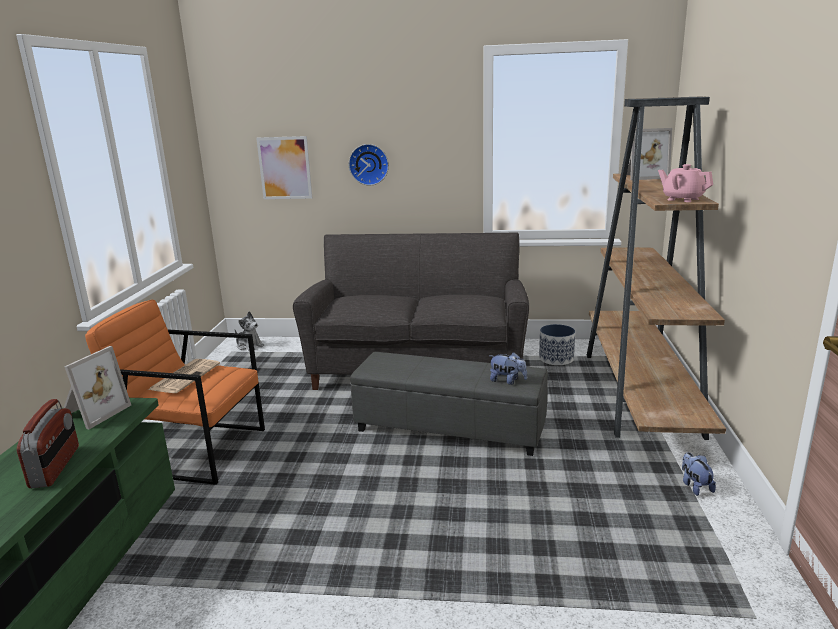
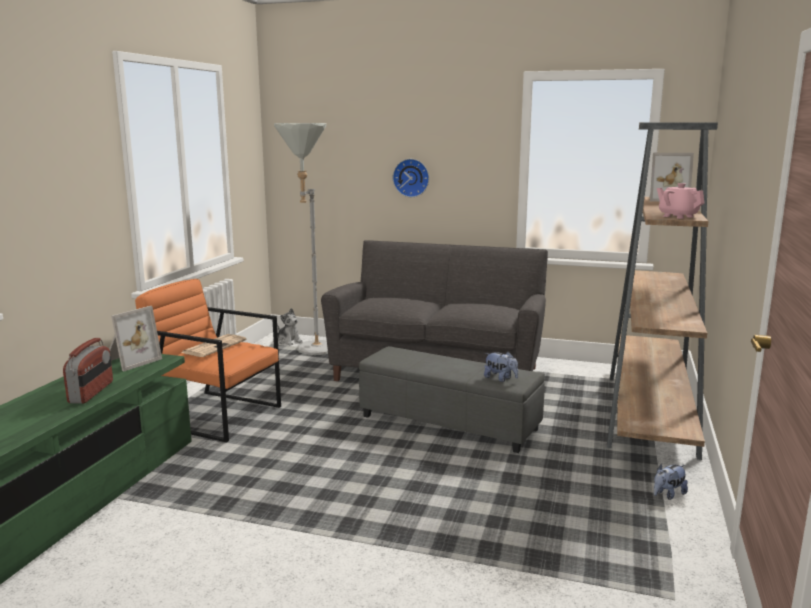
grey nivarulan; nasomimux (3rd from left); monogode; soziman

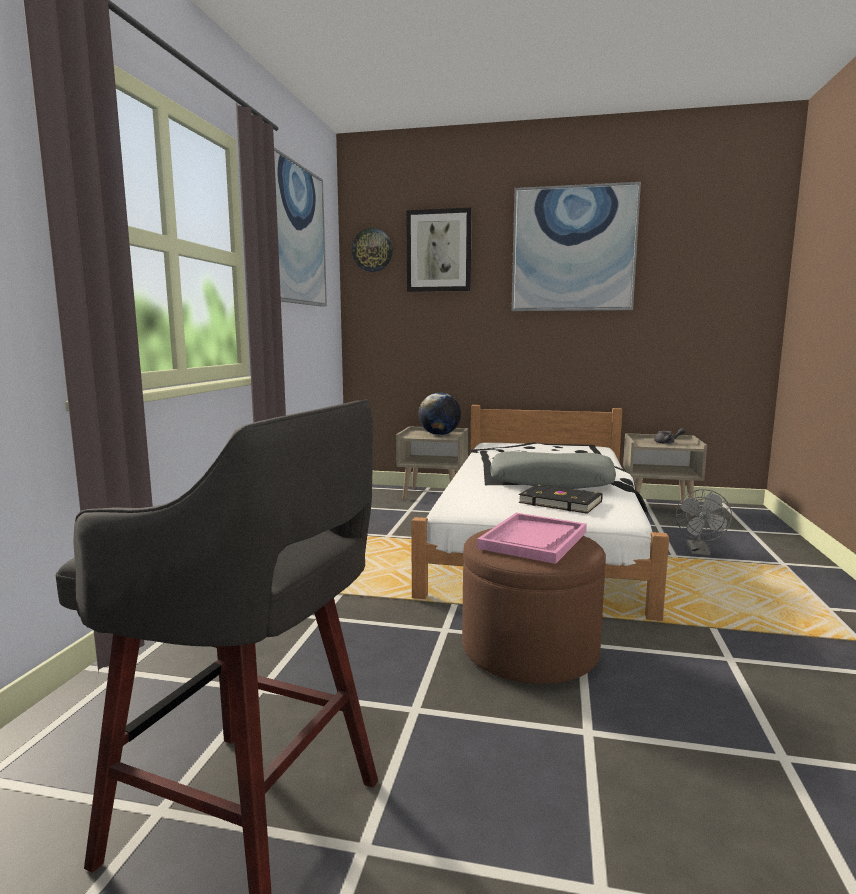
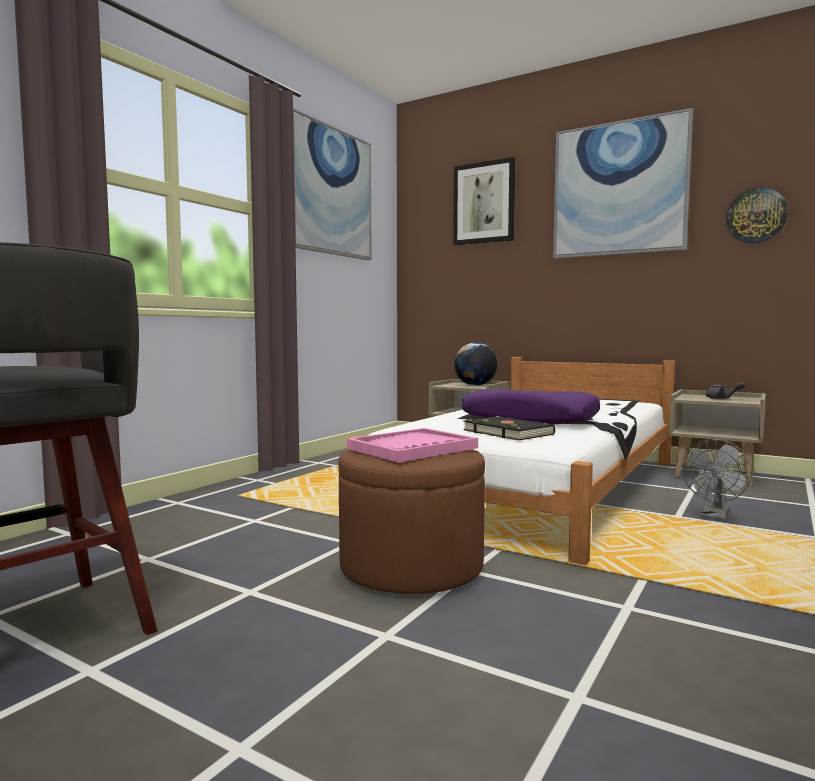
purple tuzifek; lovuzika

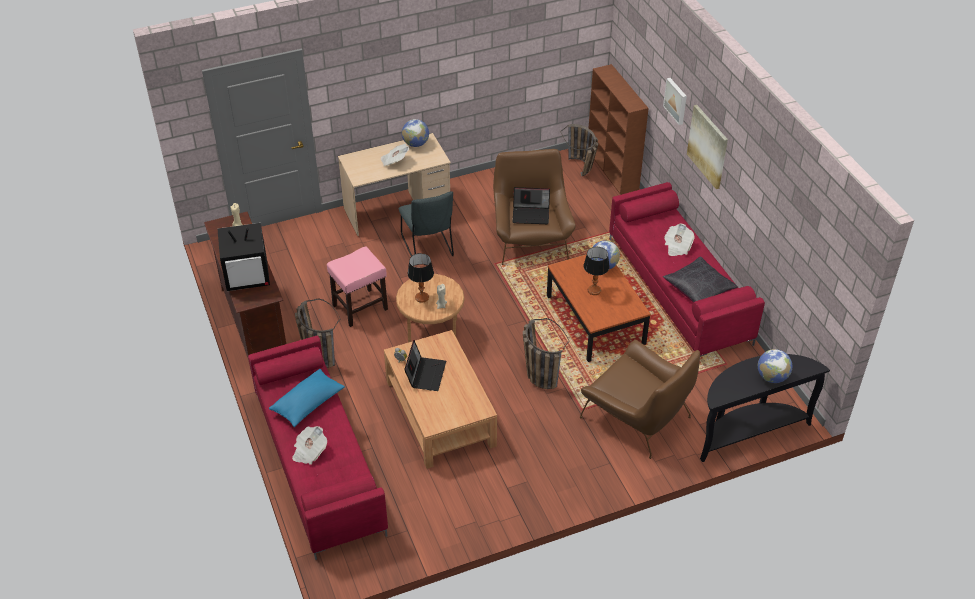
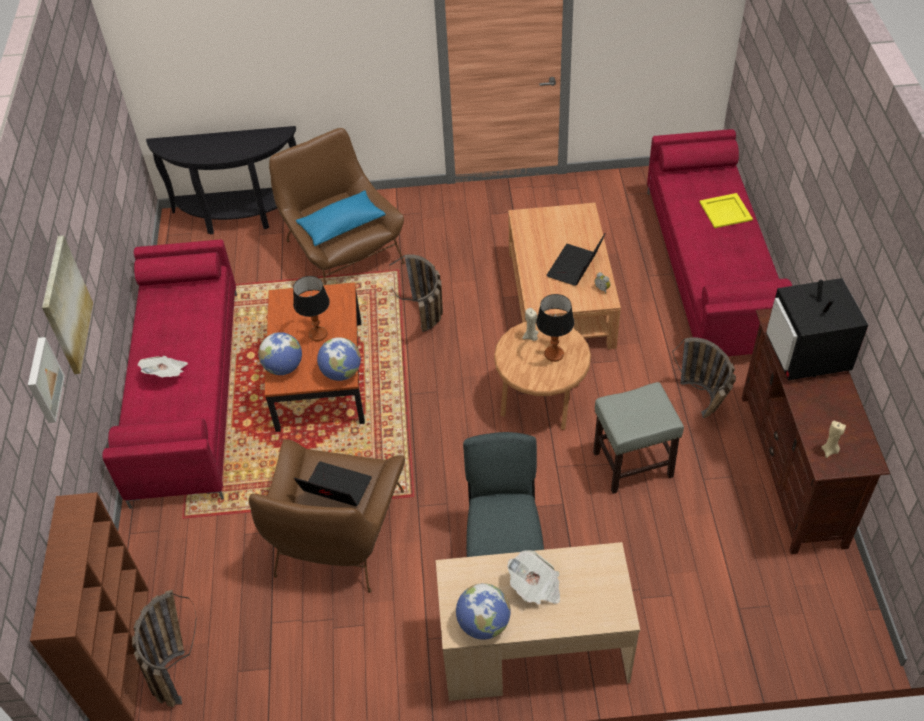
blue tuzifek; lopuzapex (2nd from left); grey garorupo; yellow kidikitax; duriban; black tuzifek

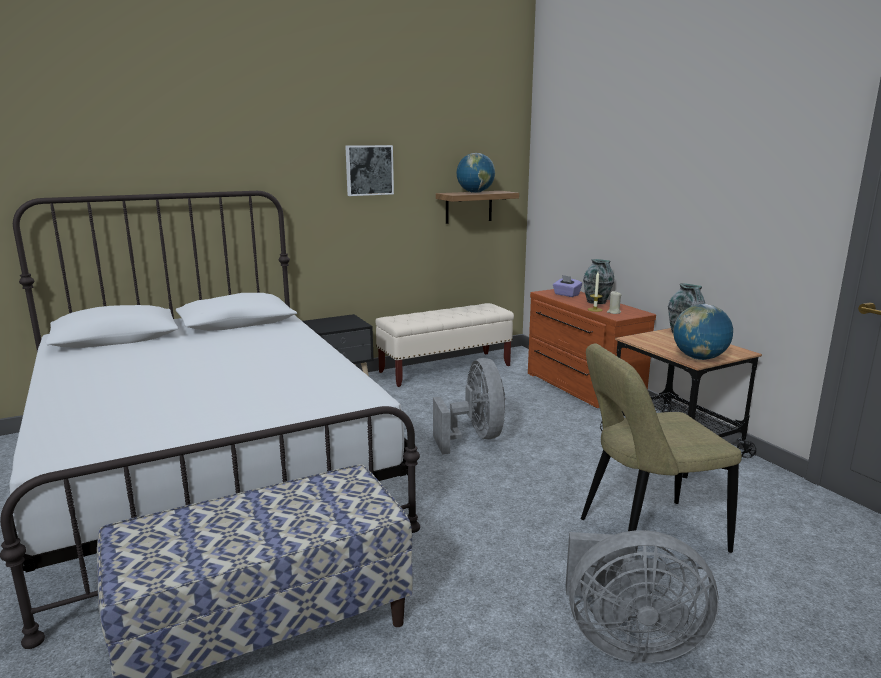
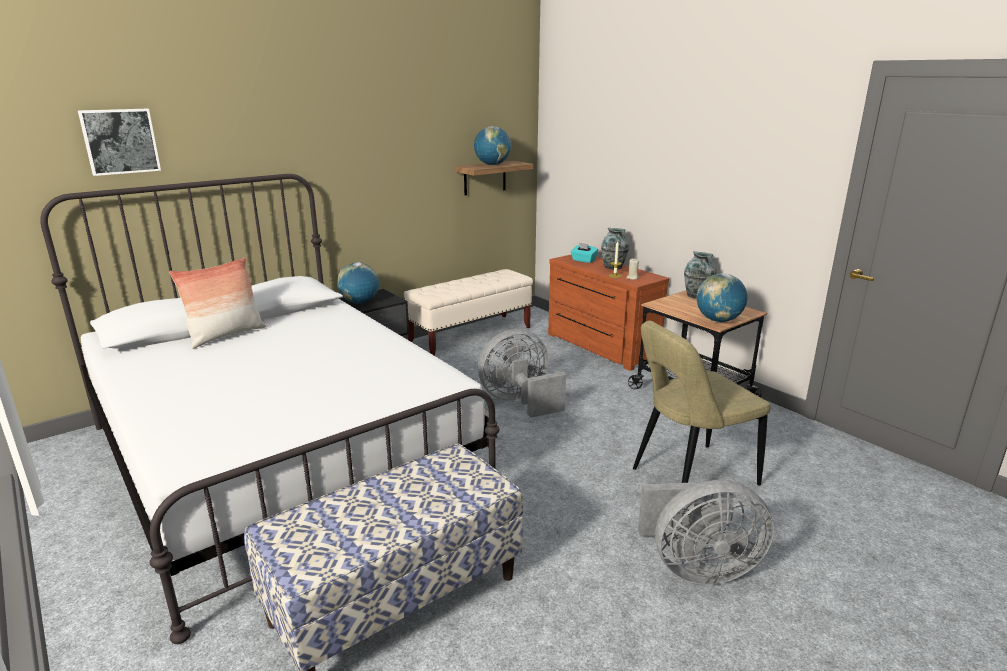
monogode; tuzifek; lopuzapex (1st from left); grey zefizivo (1st from left); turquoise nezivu

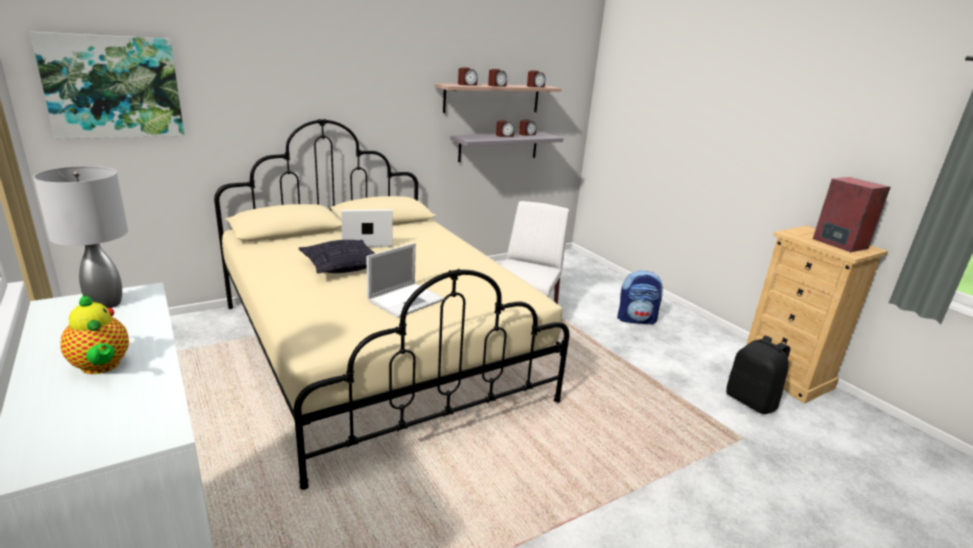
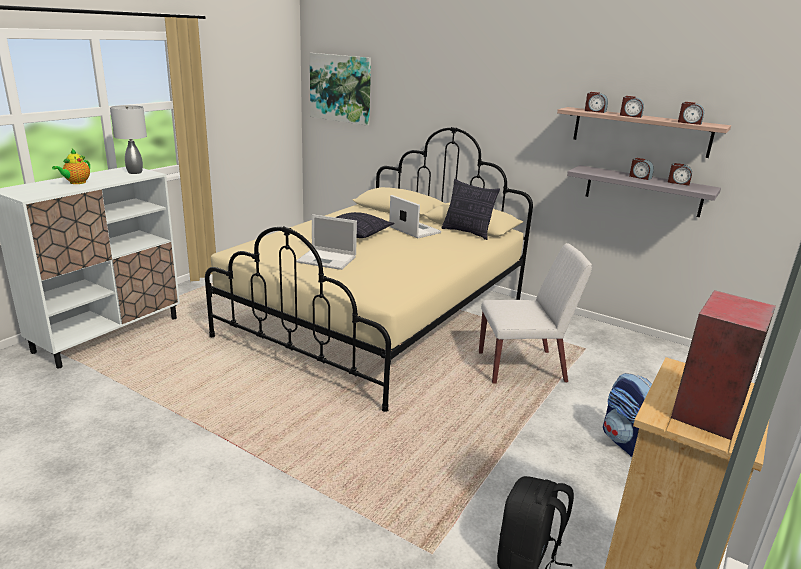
tuzifek (2nd from left)

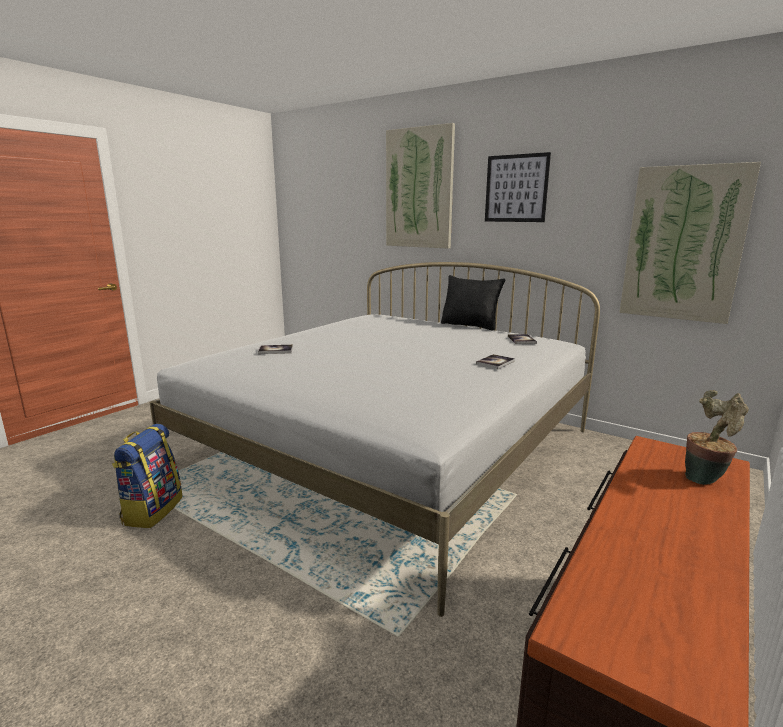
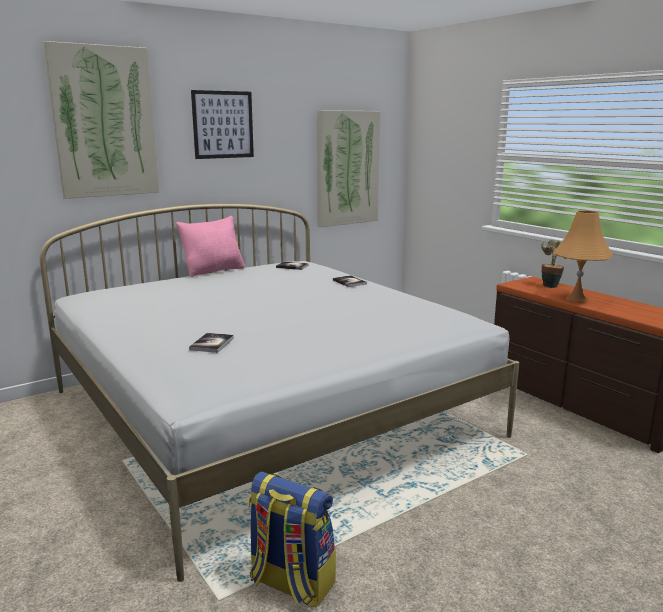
pink tuzifek; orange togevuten

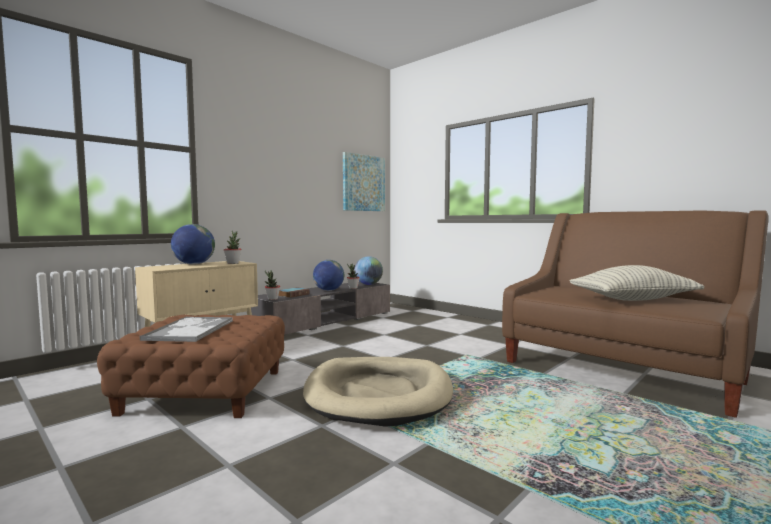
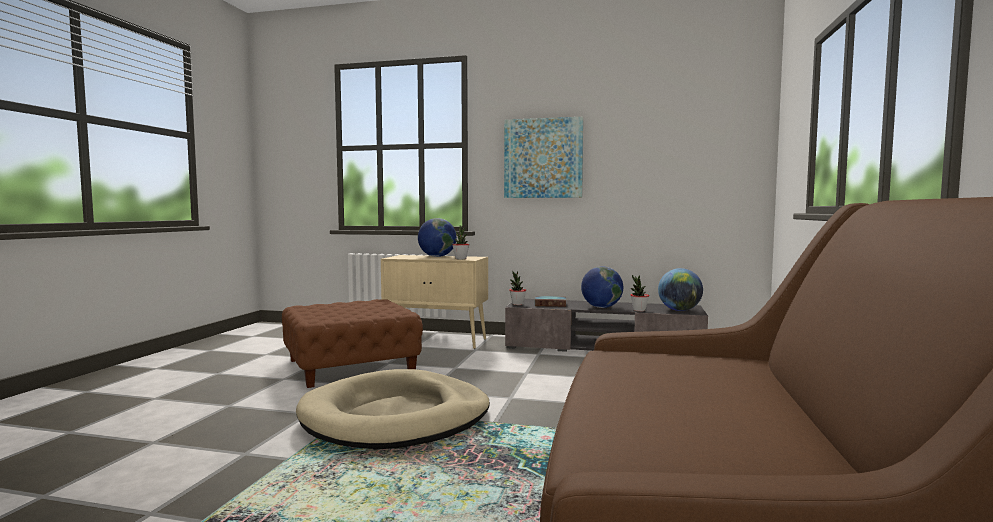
monogode; kidikitax; tuzifek

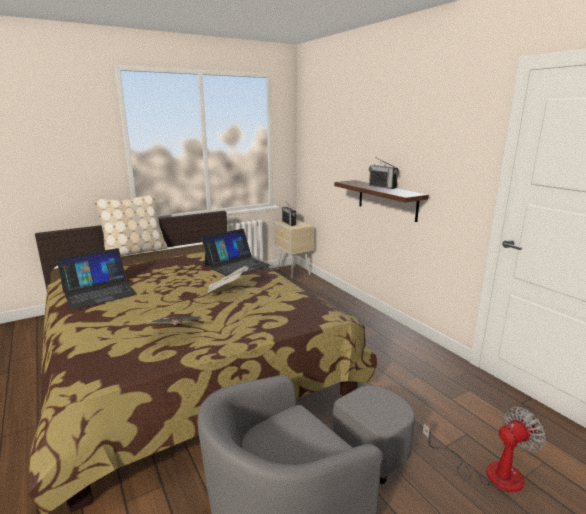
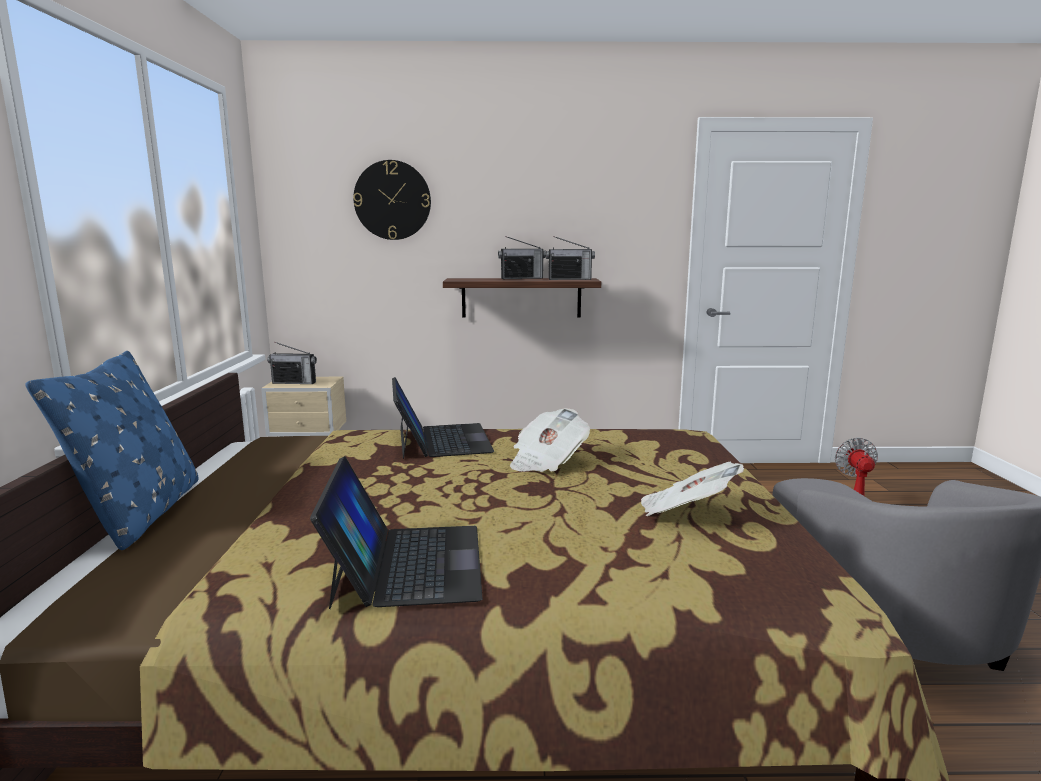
blue tuzifek; lovuzika; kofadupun (3rd from left)

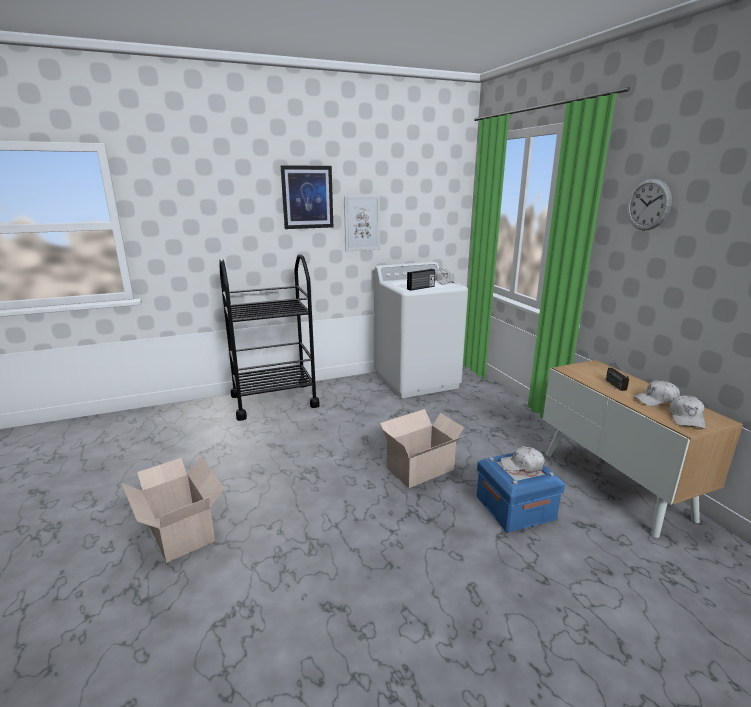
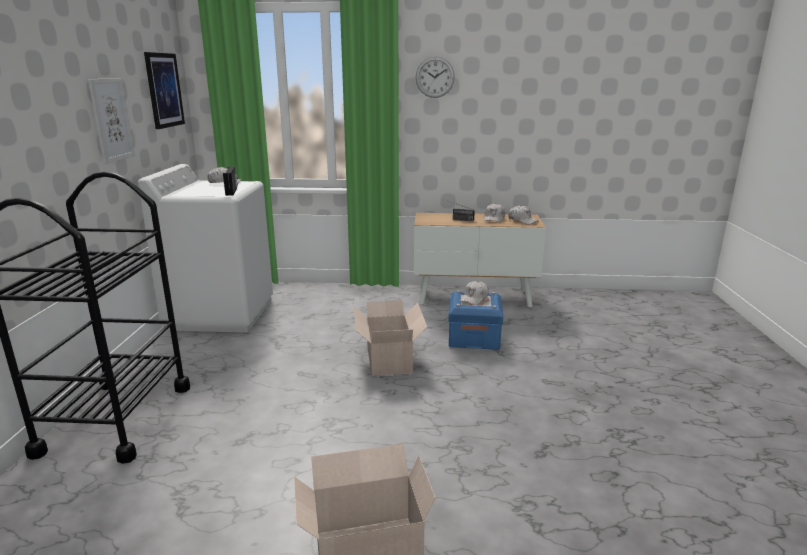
monogode (2nd from left)

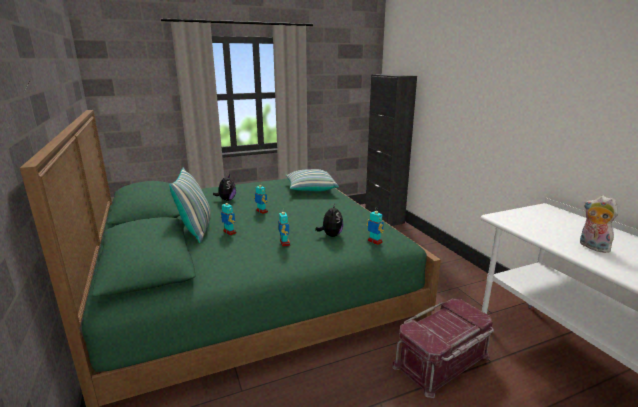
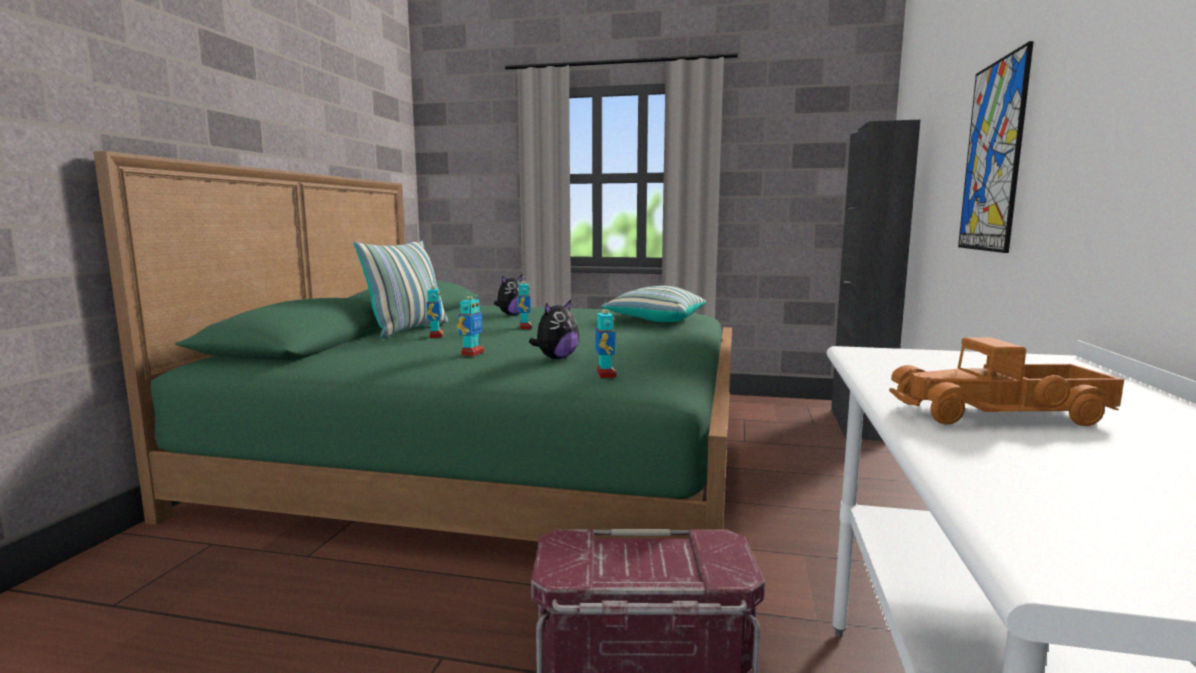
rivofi; monogode

